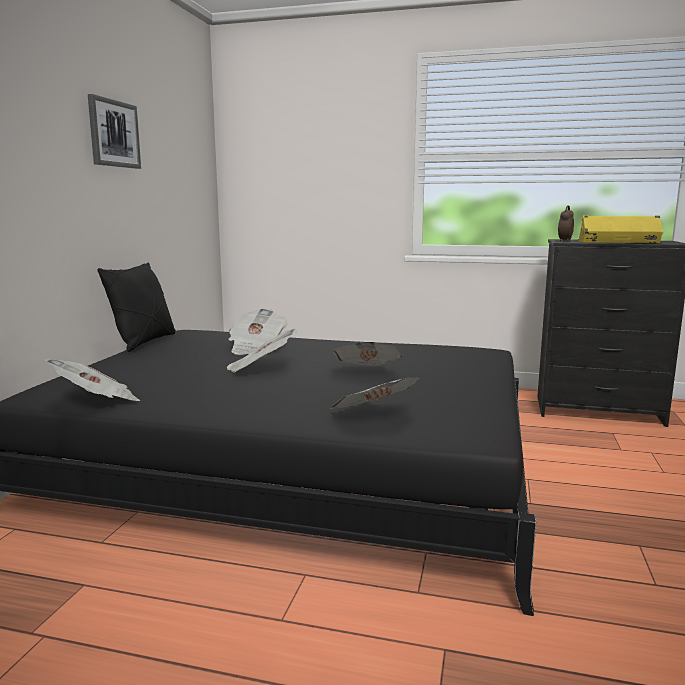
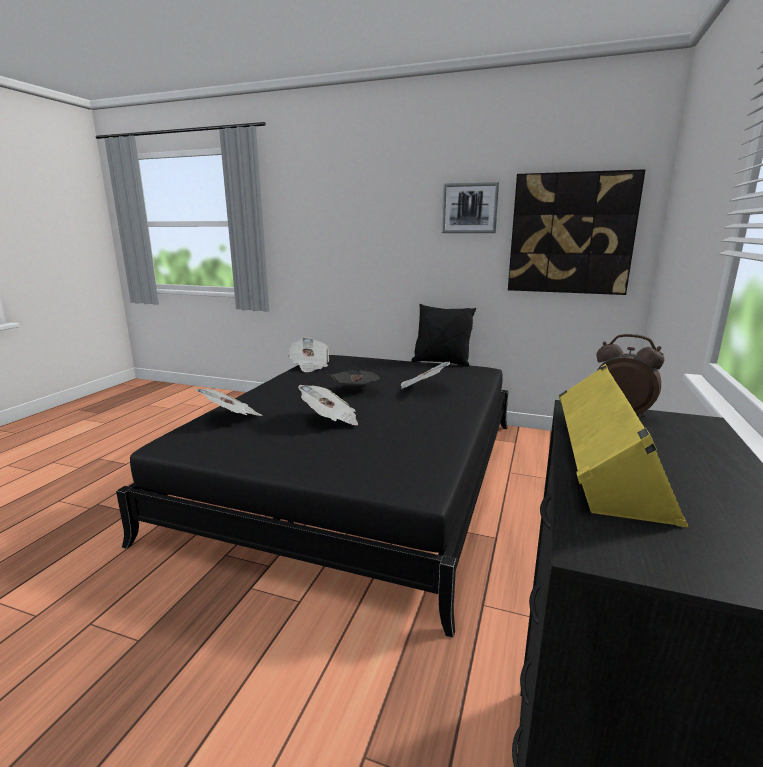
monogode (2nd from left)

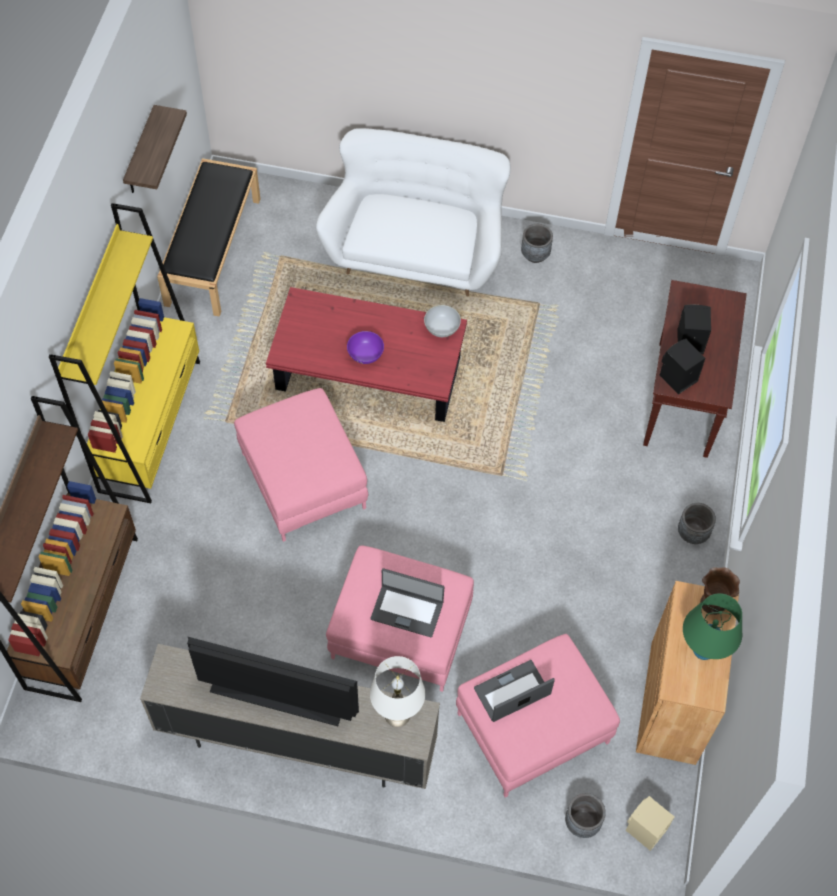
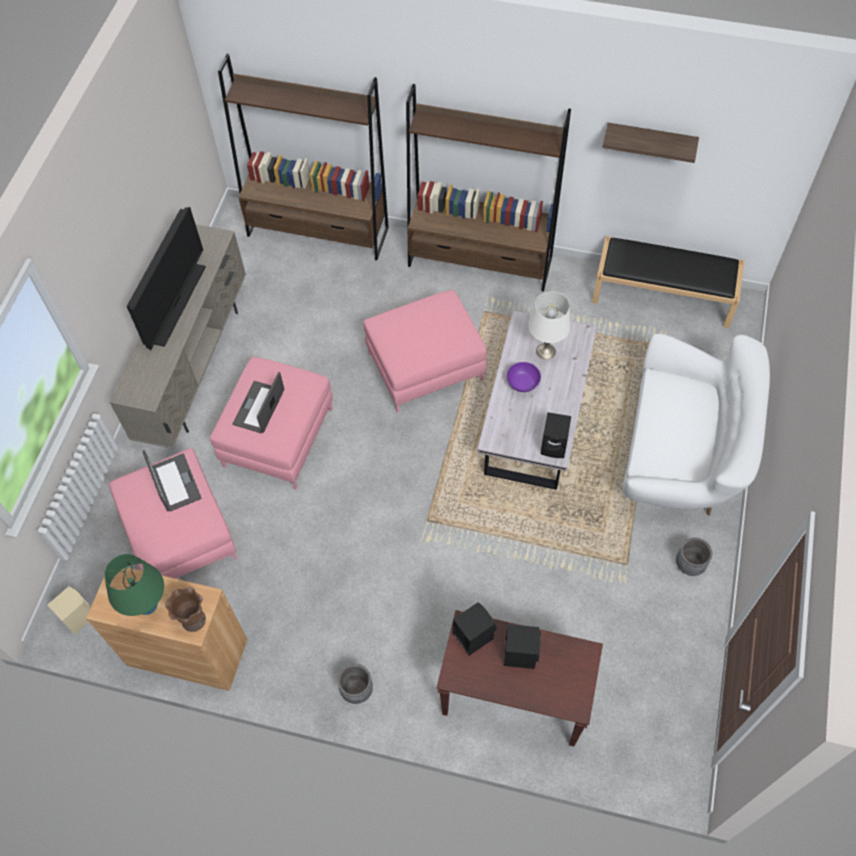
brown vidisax (2nd from left); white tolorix; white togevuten; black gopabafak (3rd from left); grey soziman (2nd from left in the first image)

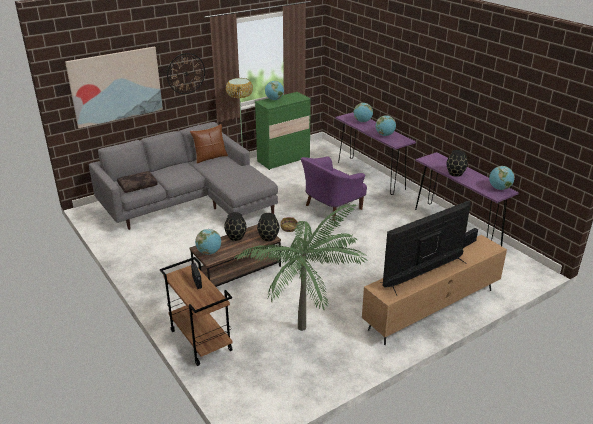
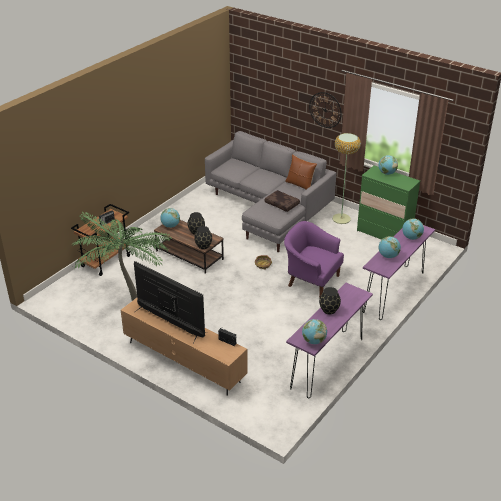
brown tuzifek (1st from left); monogode

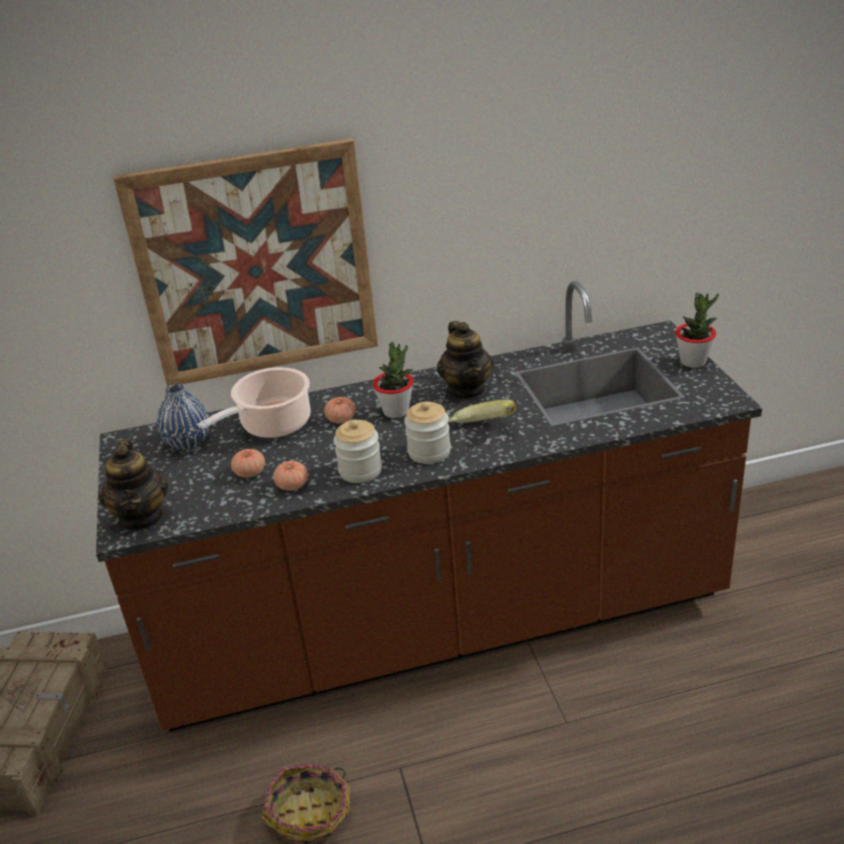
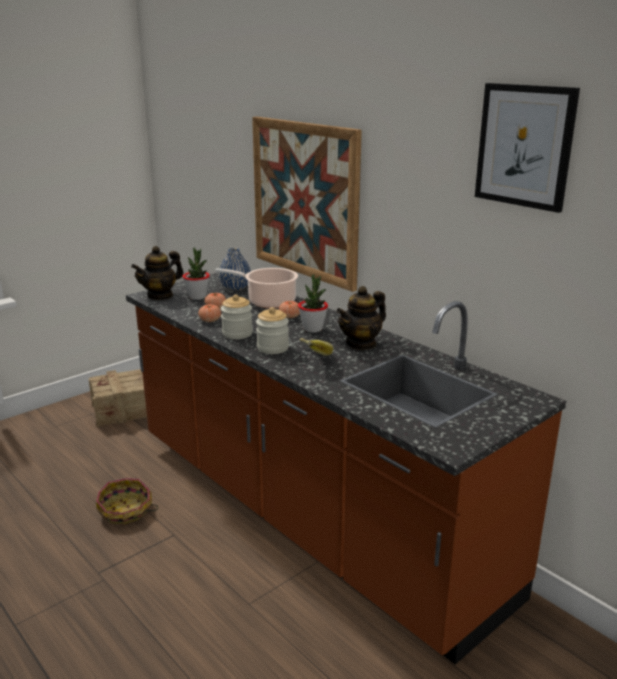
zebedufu (1st from left); monogode (2nd from left)

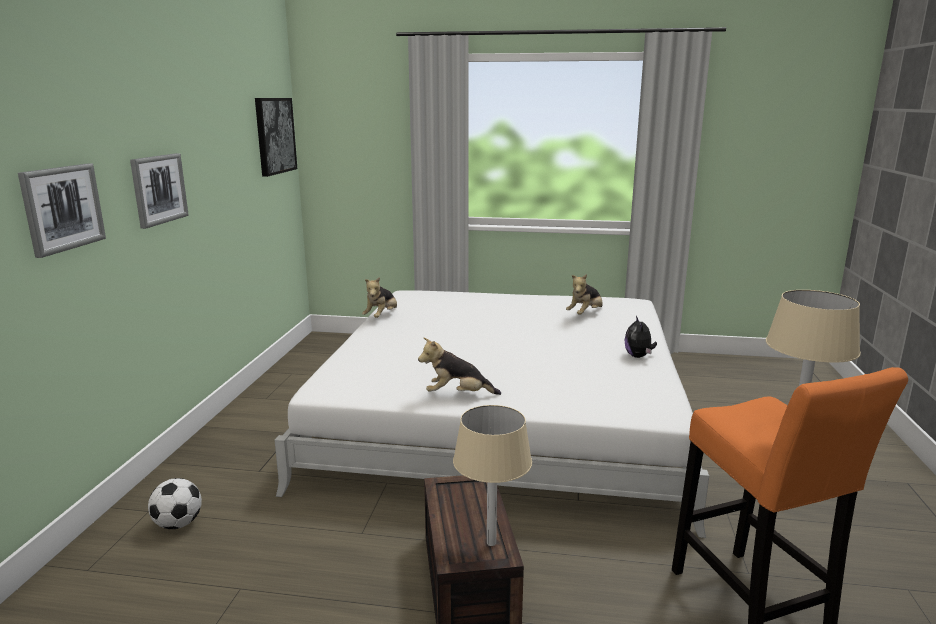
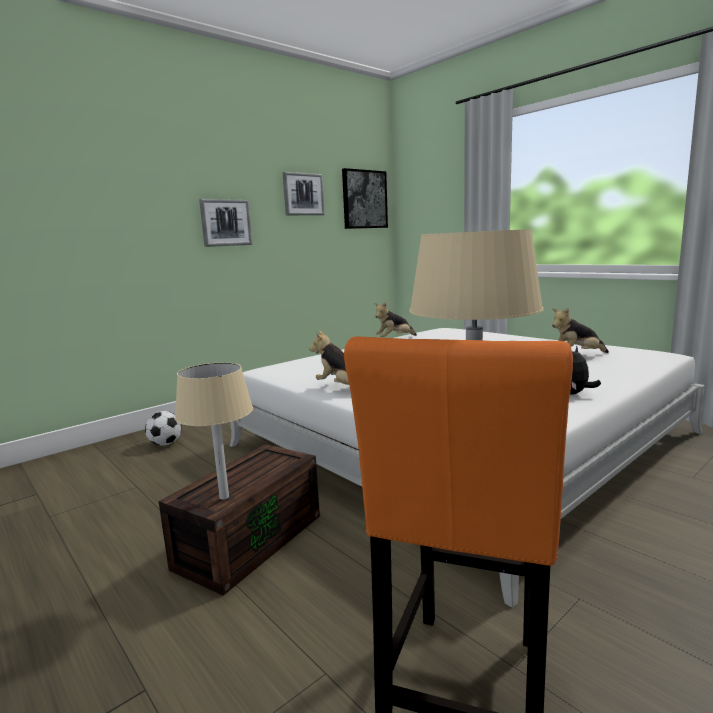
monogode (2nd from left)

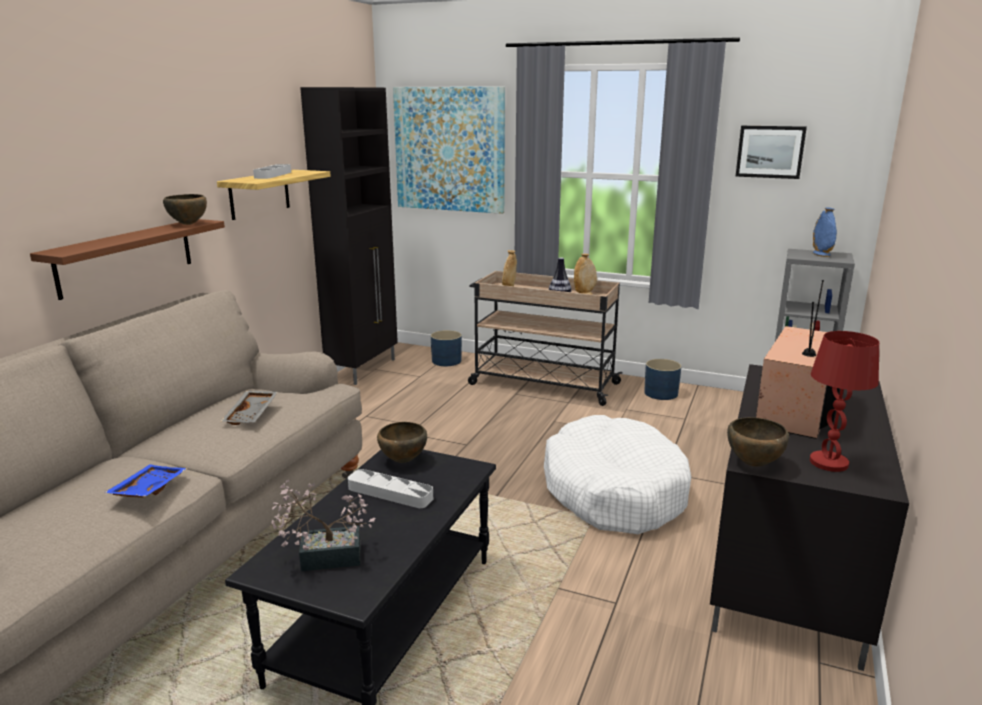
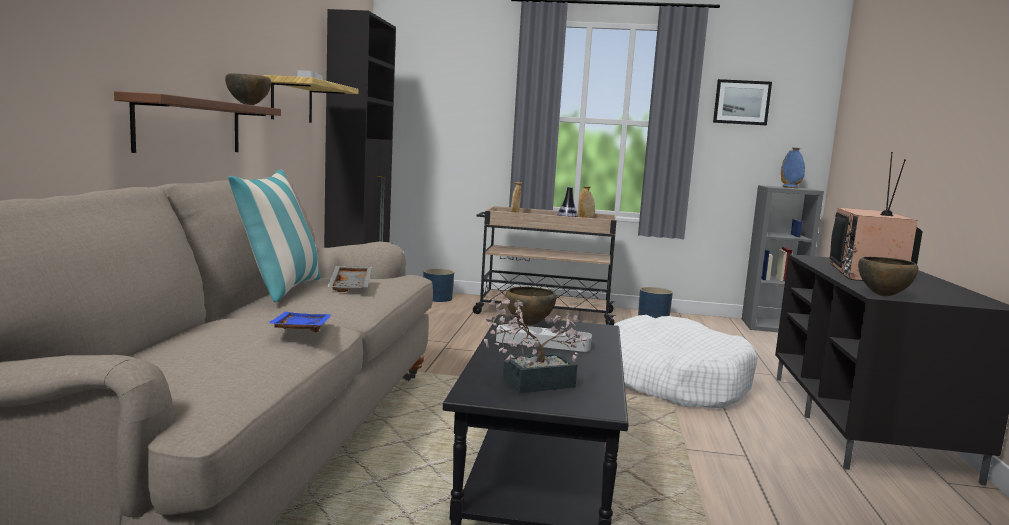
tuzifek; monogode (1st from left in the first image); red togevuten

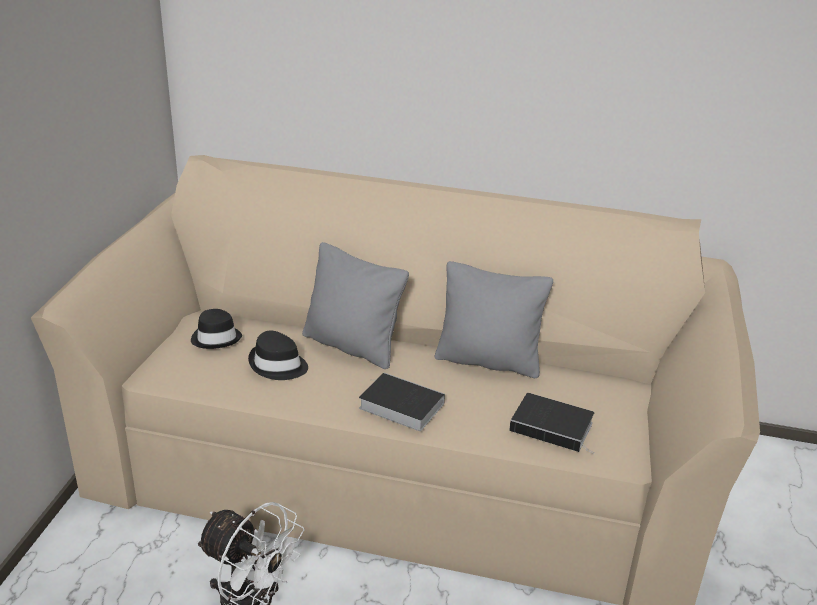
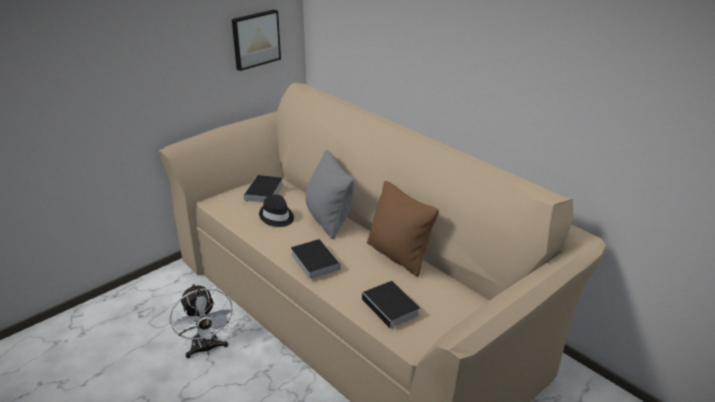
monogode; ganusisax (1st from left); brown tuzifek

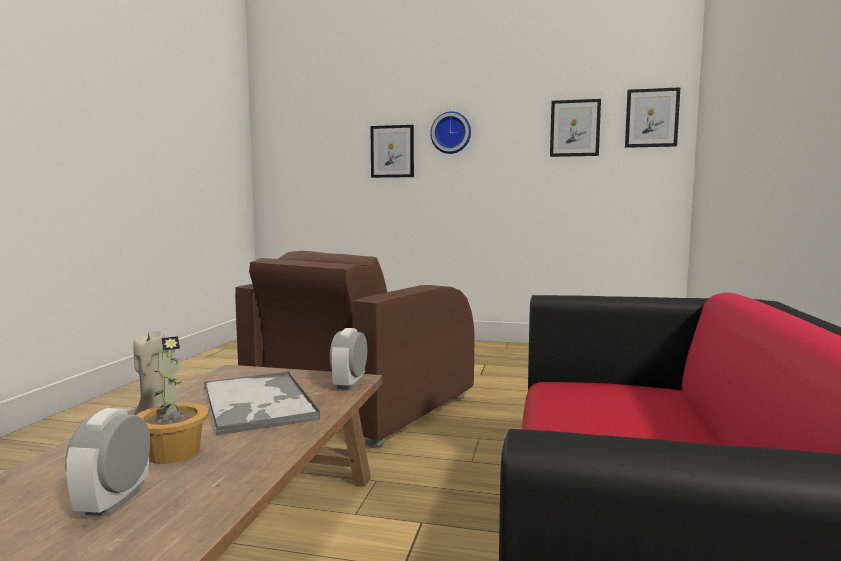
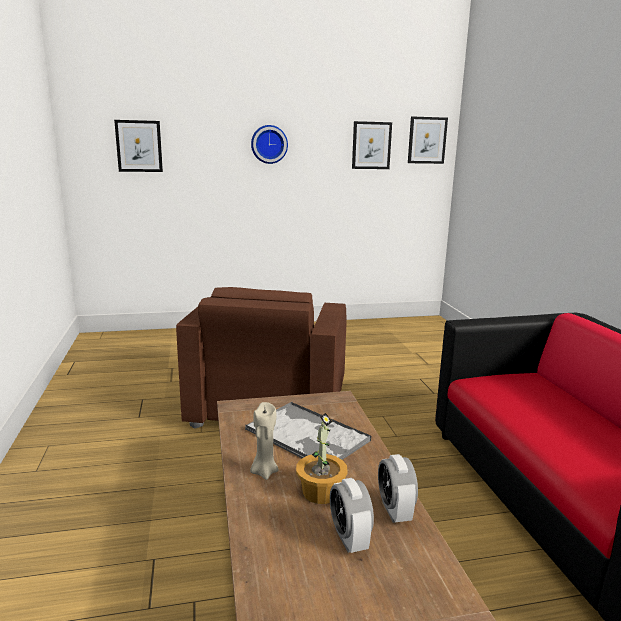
monogode (1st from left); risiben (2nd from left)

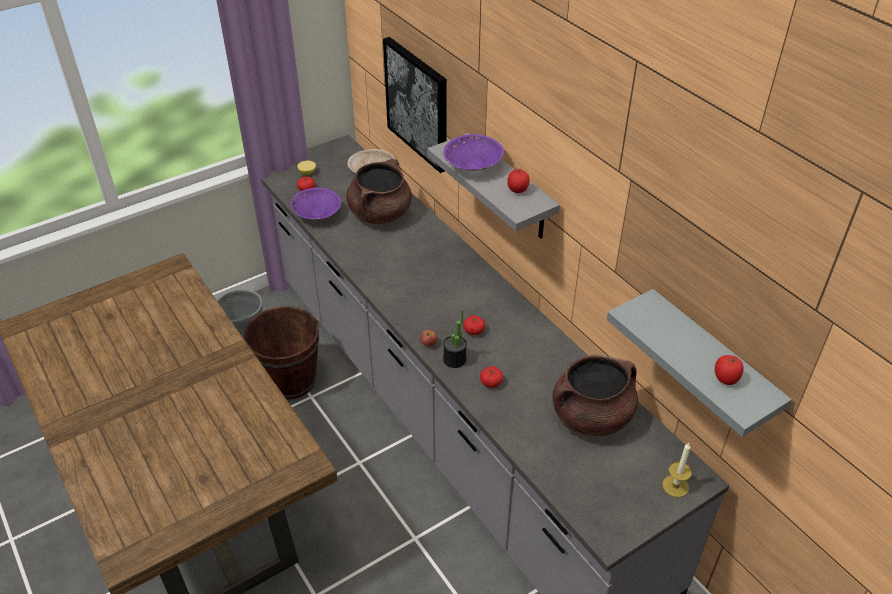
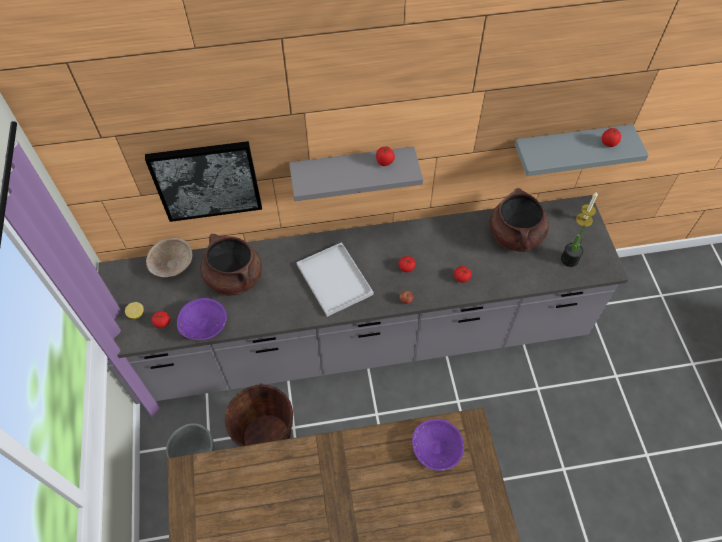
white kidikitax; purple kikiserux (2nd from left); zebedufu

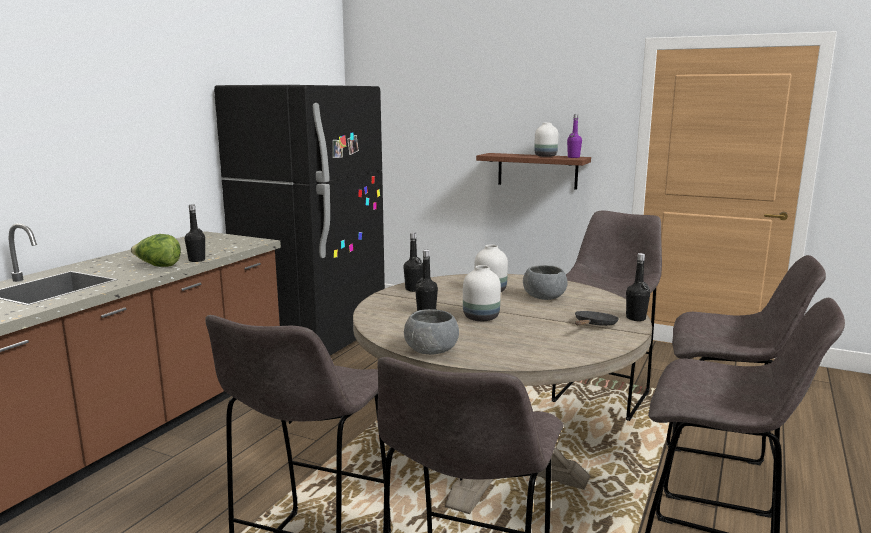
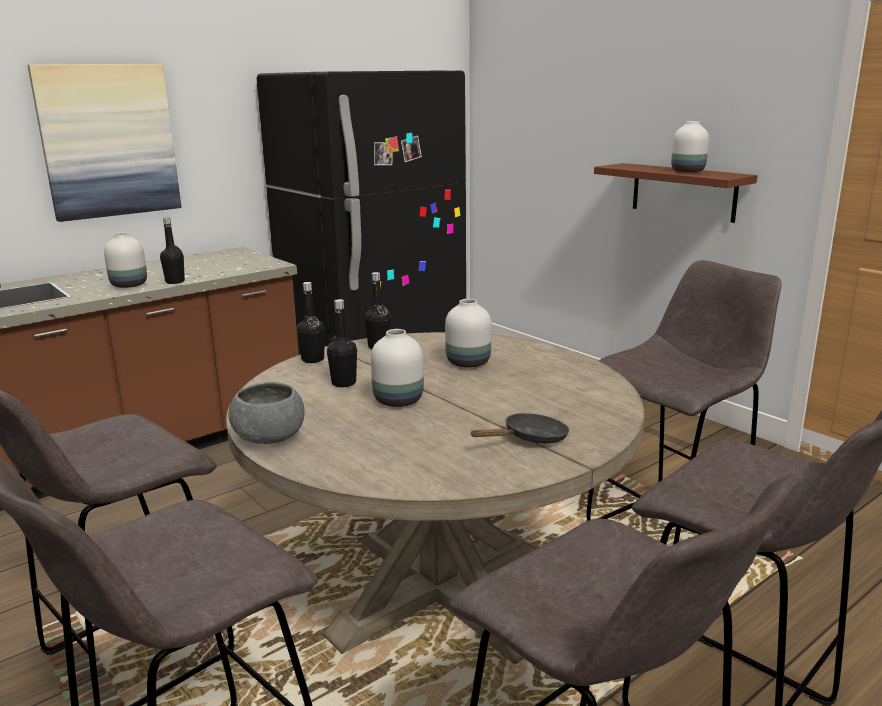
monogode; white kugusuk (1st from left); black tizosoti (2nd from left); grey kikiserux (2nd from left in the first image); purple tizosoti

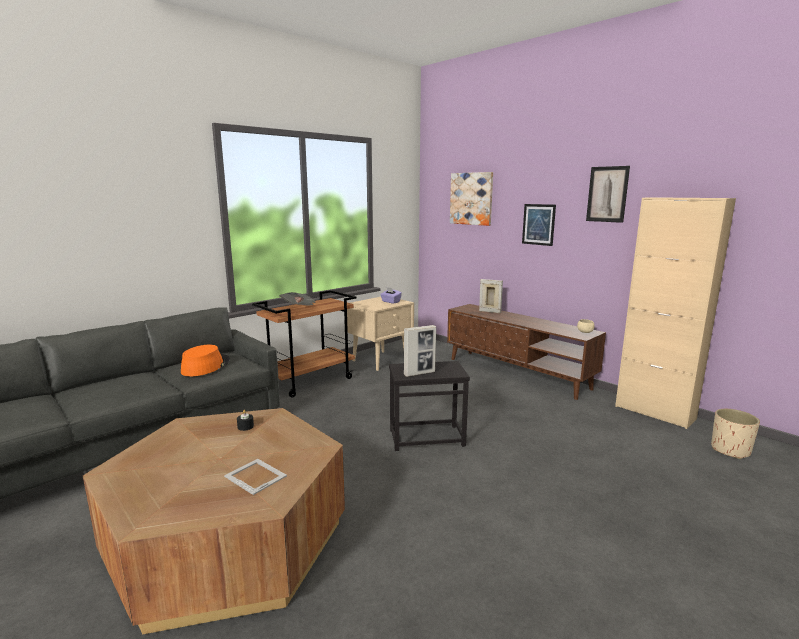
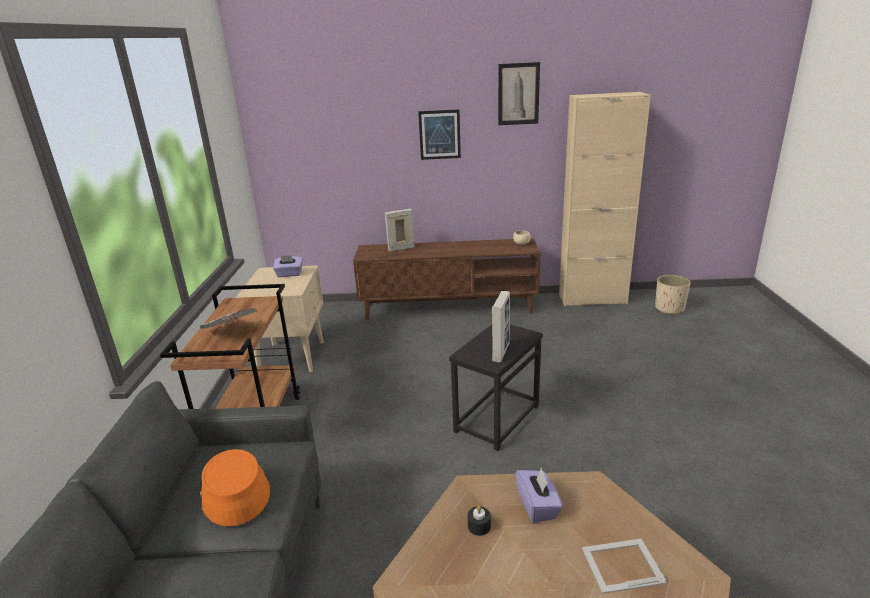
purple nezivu (2nd from left); monogode (1st from left in the first image)

